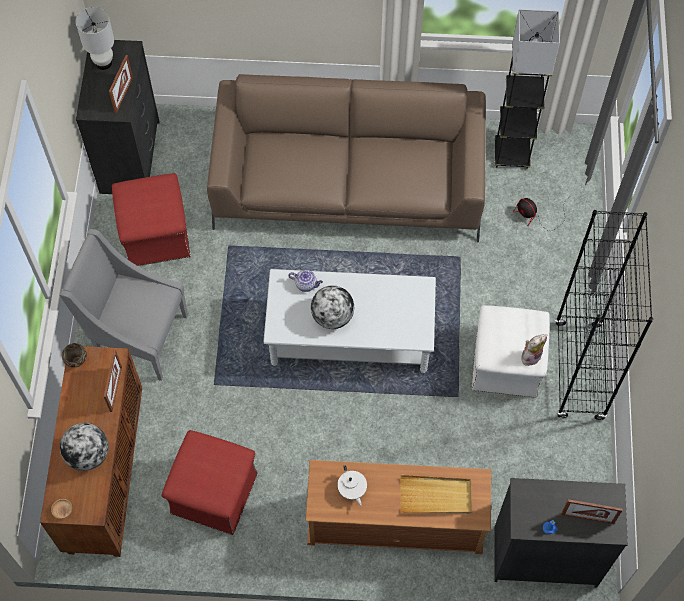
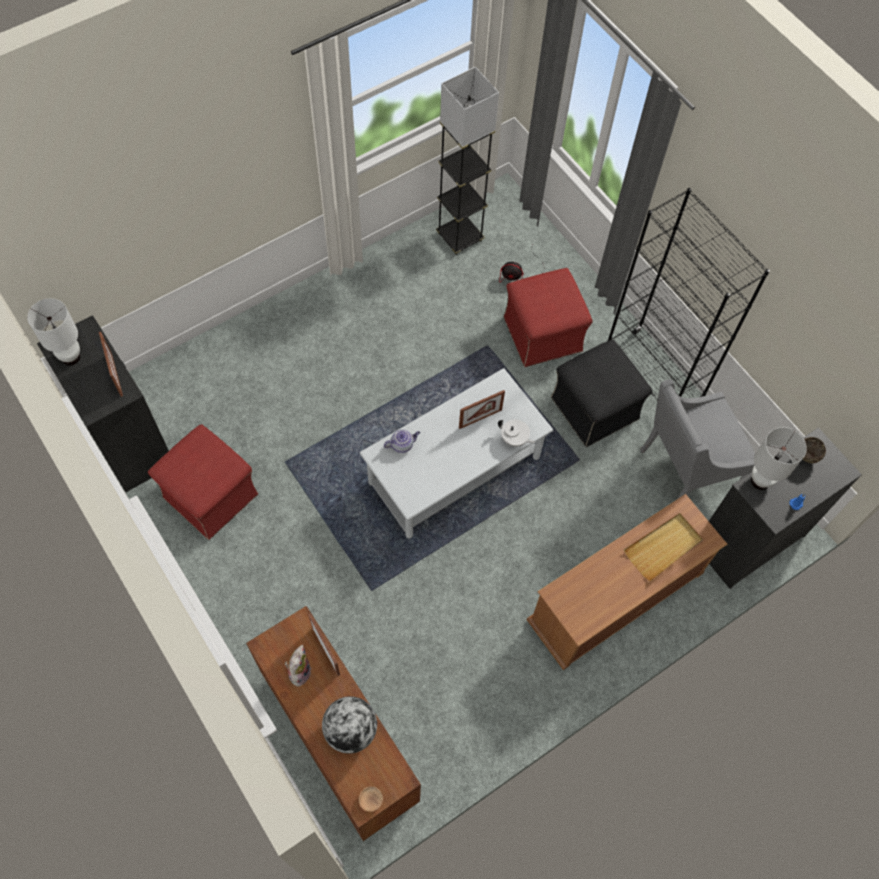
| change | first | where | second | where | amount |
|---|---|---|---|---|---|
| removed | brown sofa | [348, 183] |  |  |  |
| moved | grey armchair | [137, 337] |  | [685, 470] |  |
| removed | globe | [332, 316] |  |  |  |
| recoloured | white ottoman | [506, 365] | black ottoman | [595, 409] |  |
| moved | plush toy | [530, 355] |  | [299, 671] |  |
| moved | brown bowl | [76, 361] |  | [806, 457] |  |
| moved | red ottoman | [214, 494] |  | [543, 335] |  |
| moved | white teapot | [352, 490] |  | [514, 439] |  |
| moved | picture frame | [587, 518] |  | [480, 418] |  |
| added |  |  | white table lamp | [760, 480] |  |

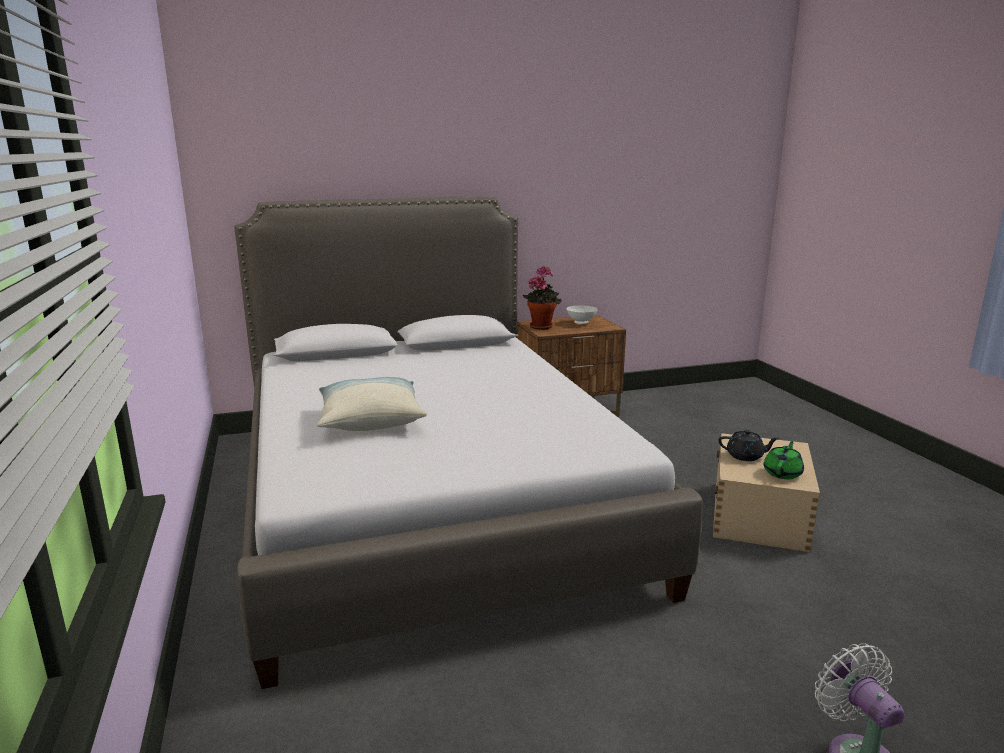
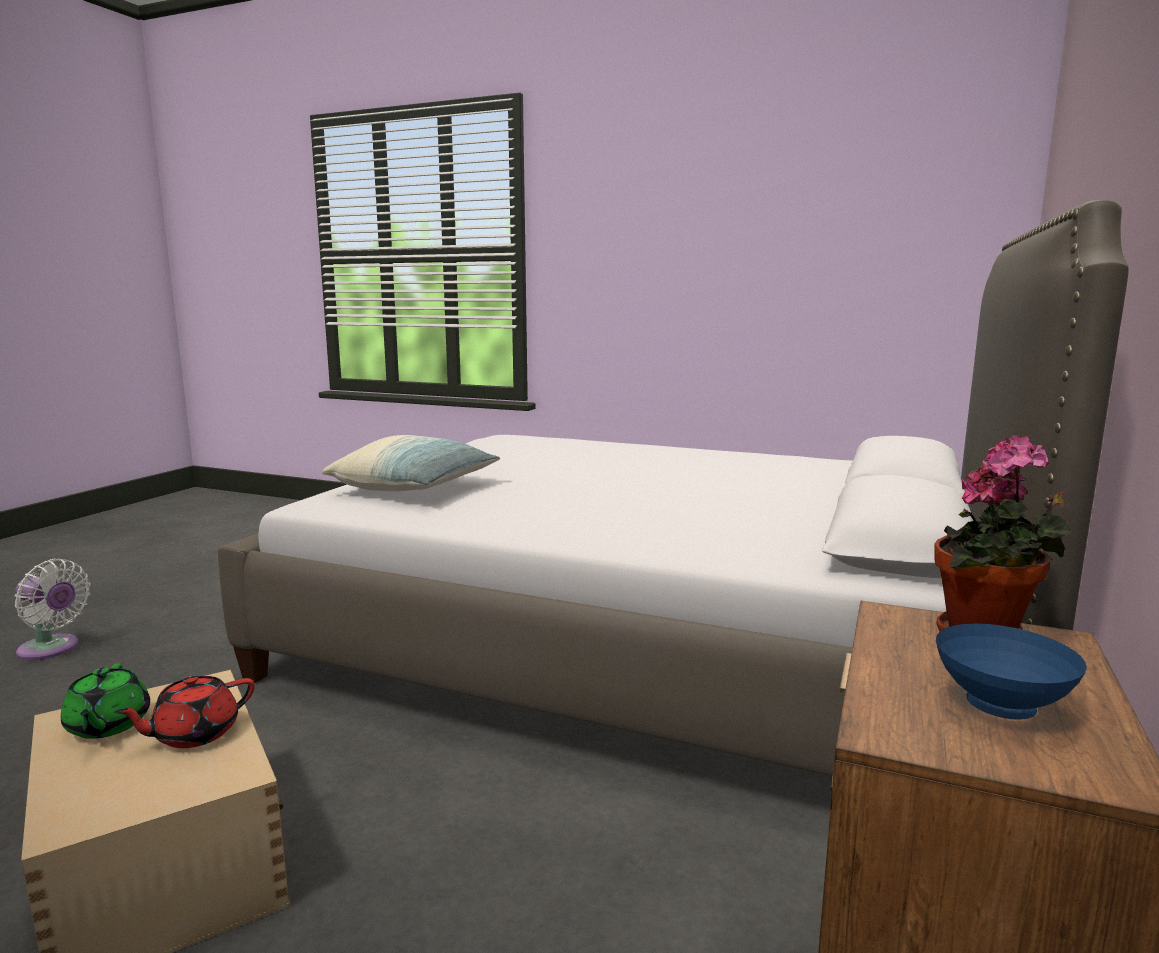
| change | first | where | second | where | amount |
|---|---|---|---|---|---|
| recoloured | white bowl | [581, 323] | blue bowl | [1003, 709] |  |
| moved | pillow | [370, 420] |  | [415, 489] |  |
| recoloured | black teapot | [745, 456] | red teapot | [194, 734] |  |

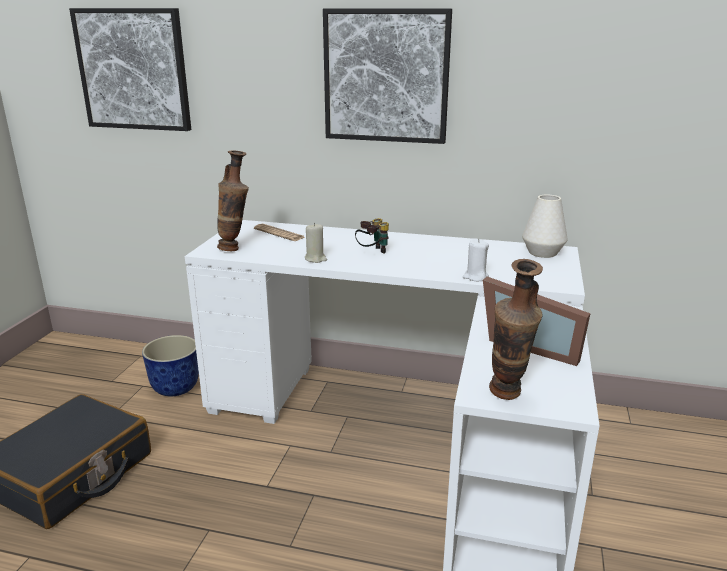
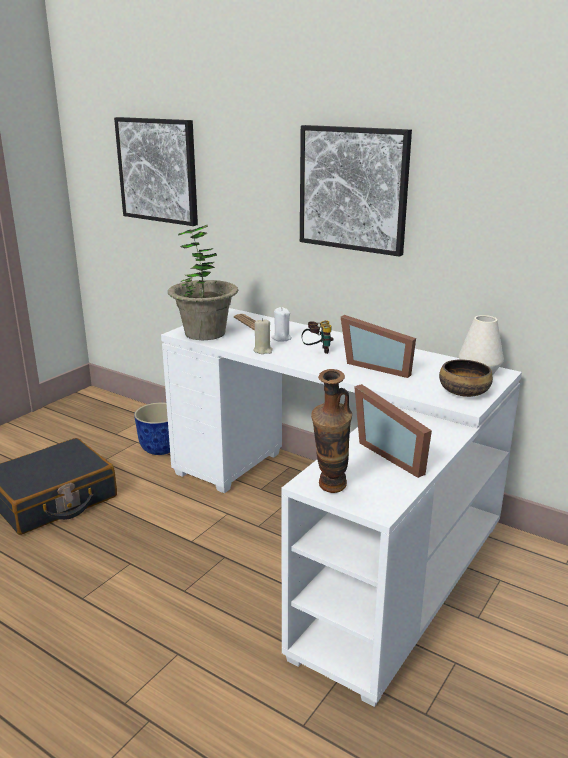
| change | first | where | second | where | amount |
|---|---|---|---|---|---|
| replaced | vase | [235, 249] | potted plant | [205, 333] |  |
| moved | white candle | [475, 277] |  | [281, 338] |  |
| added |  |  | picture frame | [378, 366] |  |
| added |  |  | bowl | [463, 391] |  |

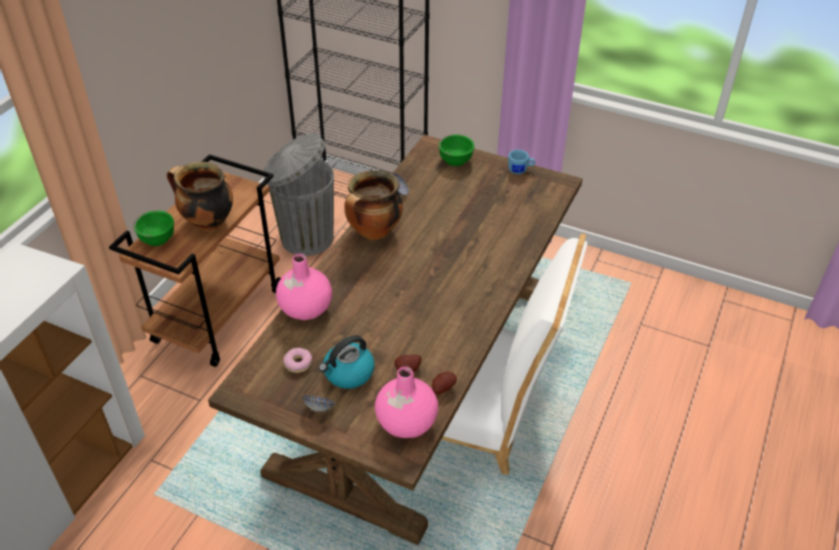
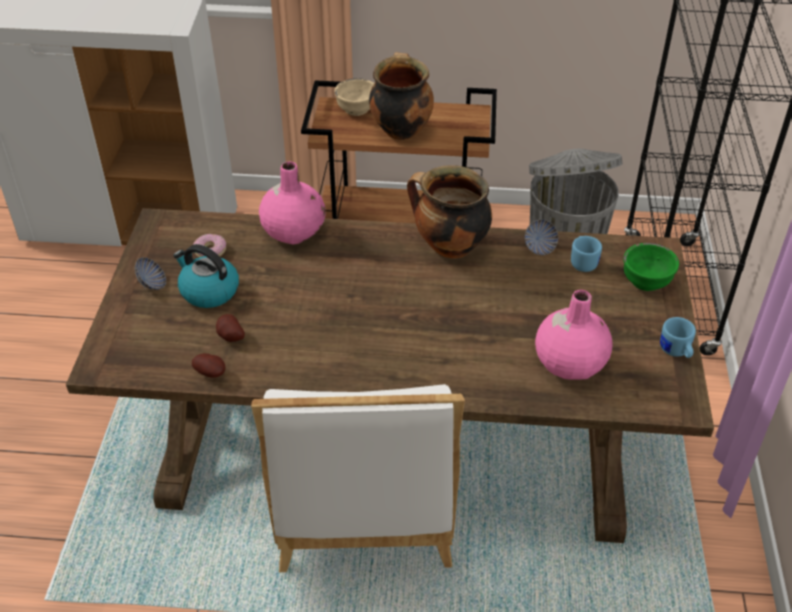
| change | first | where | second | where | amount |
|---|---|---|---|---|---|
| recoloured | green bowl | [157, 238] | beige bowl | [357, 109] |  |
| moved | pink vase | [406, 422] |  | [569, 363] |  |
| added |  |  | blue mug | [583, 262] |  |

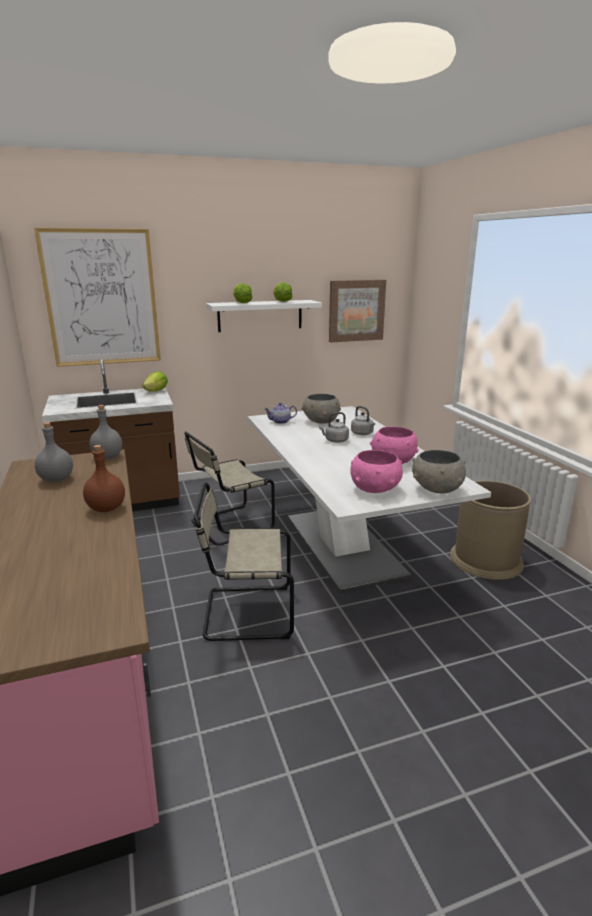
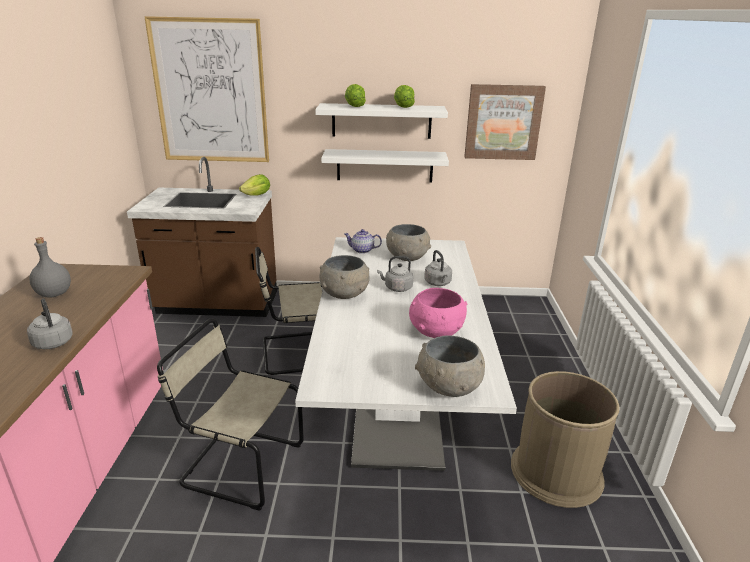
| change | first | where | second | where | amount |
|---|---|---|---|---|---|
| removed | grey bottle | [108, 457] |  |  |  |
| replaced | brown bottle | [105, 509] | grey kettle | [52, 341] |  |
| removed | pink bowl | [375, 489] |  |  |  |
| added |  |  | white shelf | [384, 165] |  |
| added |  |  | grey bowl | [344, 293] |  |

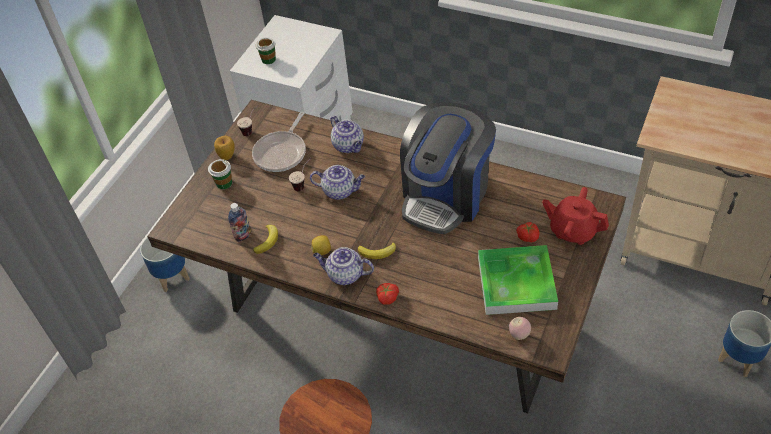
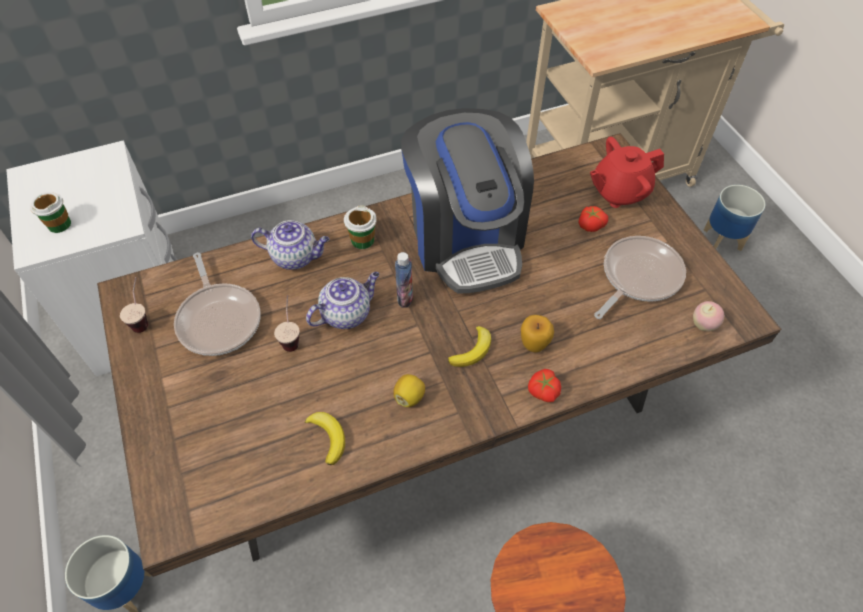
| change | first | where | second | where | amount |
|---|---|---|---|---|---|
| moved | apple | [227, 156] |  | [534, 344] |  |
| moved | cup | [224, 183] |  | [362, 240] |  |
| moved | bottle | [243, 236] |  | [405, 298] |  |
| replaced | tray | [516, 283] | frying pan | [638, 277] |  |
| removed | teapot | [344, 275] |  |  |  |

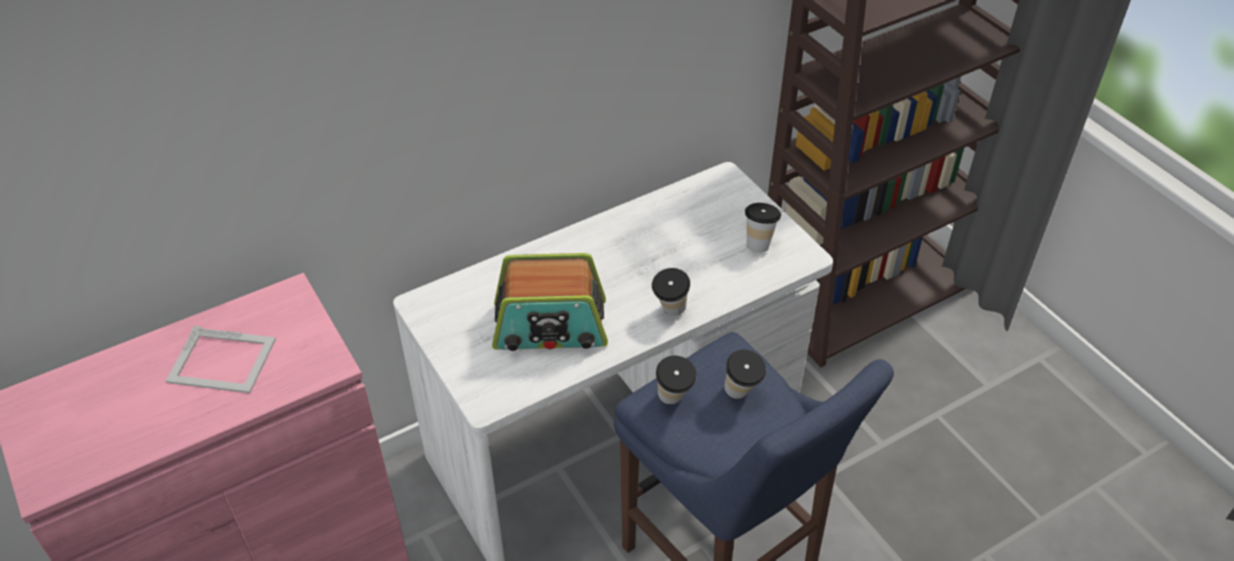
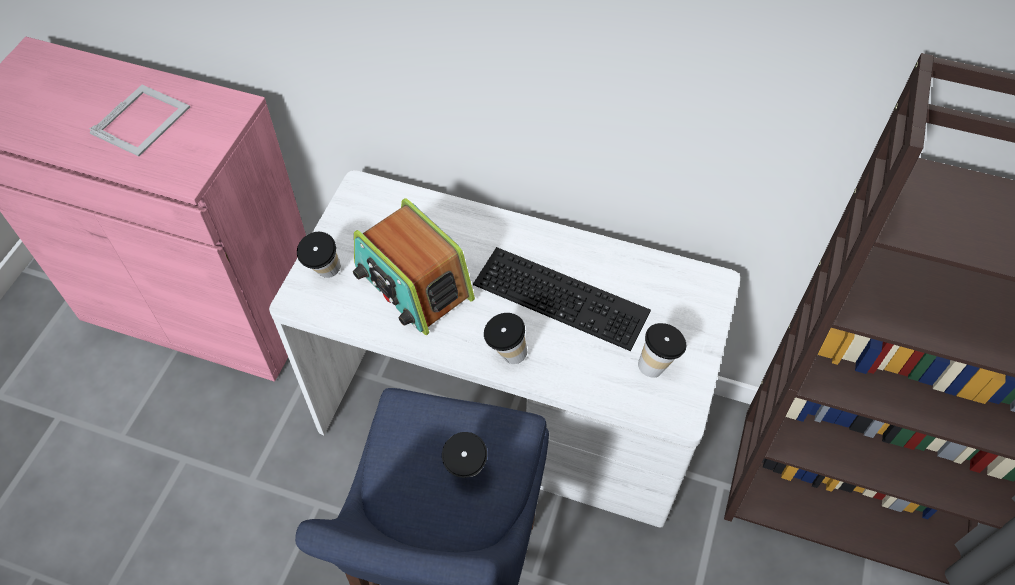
| change | first | where | second | where | amount |
|---|---|---|---|---|---|
| turned | picture frame | [222, 361] |  | [142, 119] | 120 degrees counterclockwise |
| moved | cup | [673, 401] |  | [324, 274] |  |
| added |  |  | keyboard | [564, 296] |  |

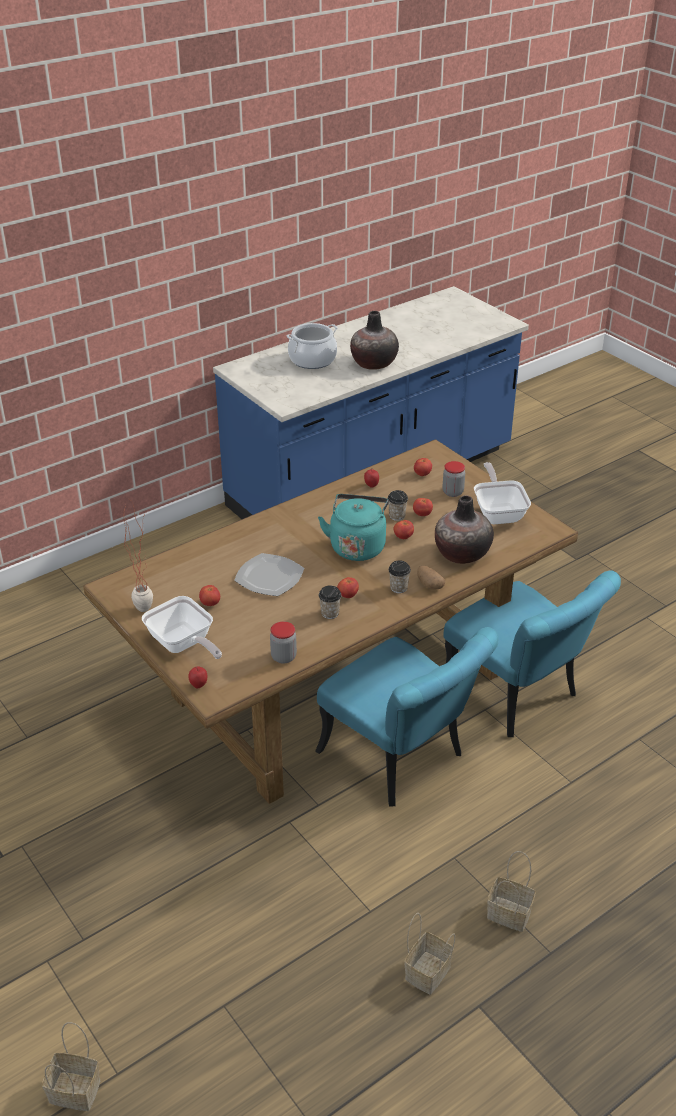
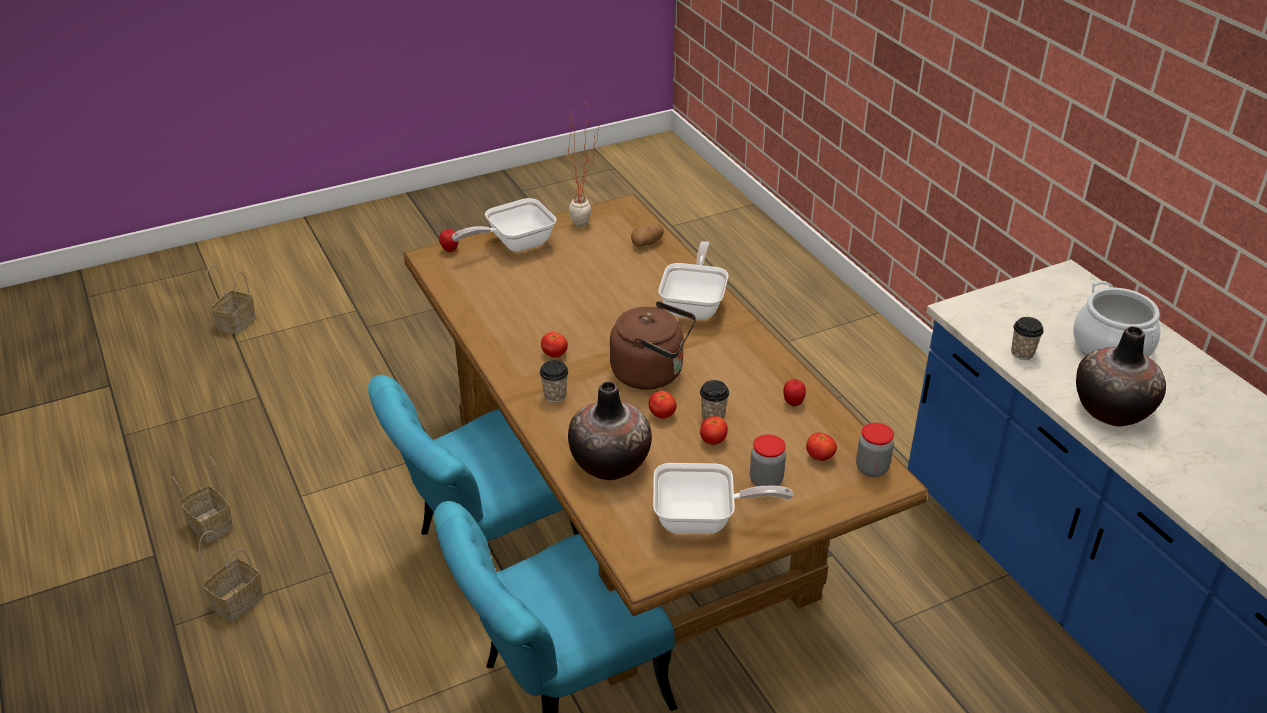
| change | first | where | second | where | amount |
|---|---|---|---|---|---|
| recoloured | turquoise kettle | [357, 546] | brown kettle | [652, 373] |  |
| removed | plate | [269, 576] |  |  |  |
| moved | potato | [429, 585] |  | [647, 243] |  |
| removed | tomato | [210, 603] |  |  |  |
| moved | cup | [330, 613] |  | [1022, 353] |  |
| moved | jar | [283, 657] |  | [872, 468] |  |
| added |  |  | frying pan | [695, 304] |  |

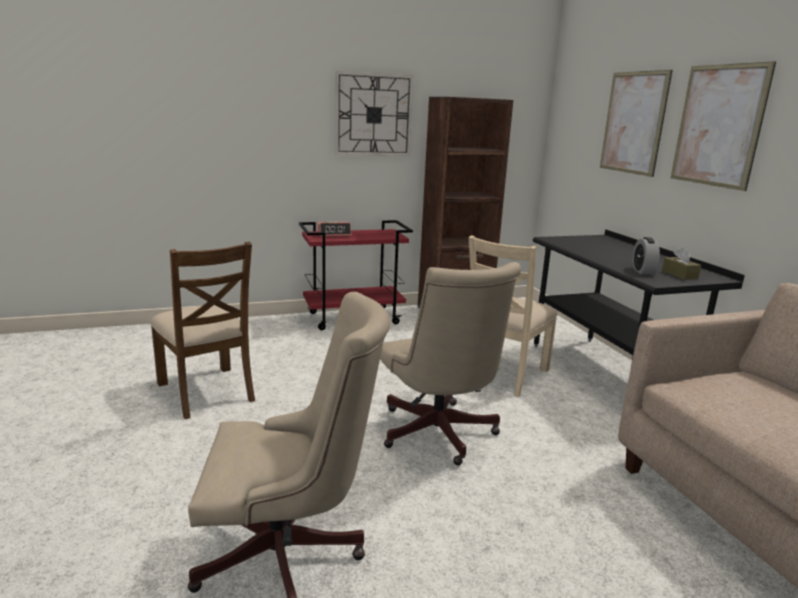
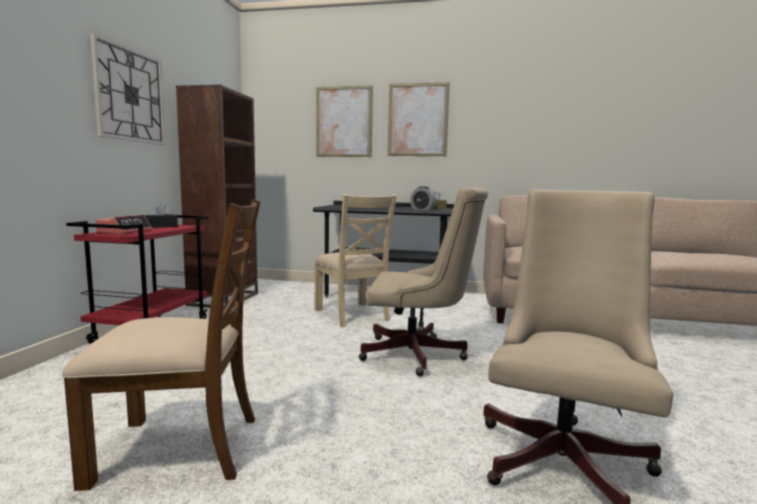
| change | first | where | second | where | amount |
|---|---|---|---|---|---|
| added |  |  | black tissue box | [162, 226] |  |

